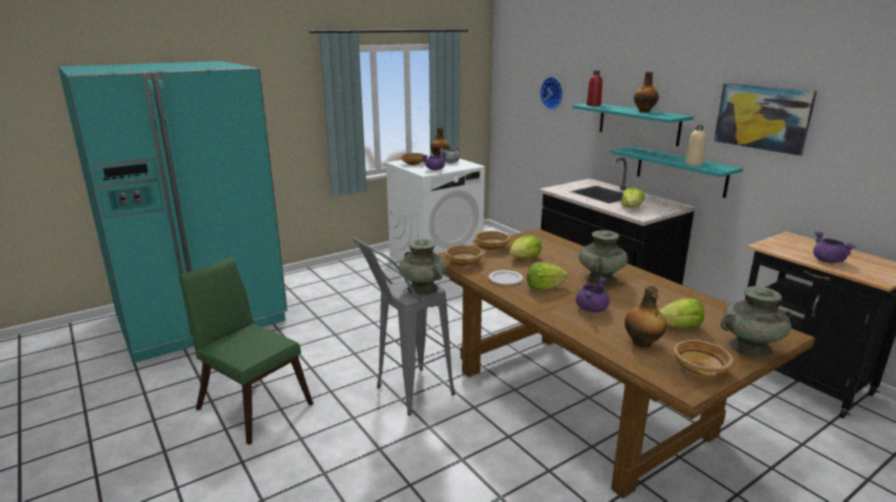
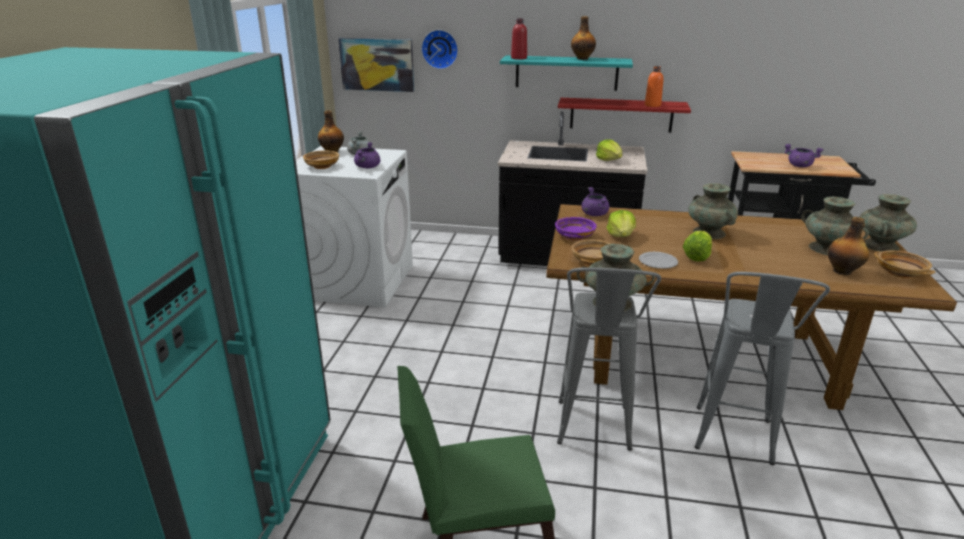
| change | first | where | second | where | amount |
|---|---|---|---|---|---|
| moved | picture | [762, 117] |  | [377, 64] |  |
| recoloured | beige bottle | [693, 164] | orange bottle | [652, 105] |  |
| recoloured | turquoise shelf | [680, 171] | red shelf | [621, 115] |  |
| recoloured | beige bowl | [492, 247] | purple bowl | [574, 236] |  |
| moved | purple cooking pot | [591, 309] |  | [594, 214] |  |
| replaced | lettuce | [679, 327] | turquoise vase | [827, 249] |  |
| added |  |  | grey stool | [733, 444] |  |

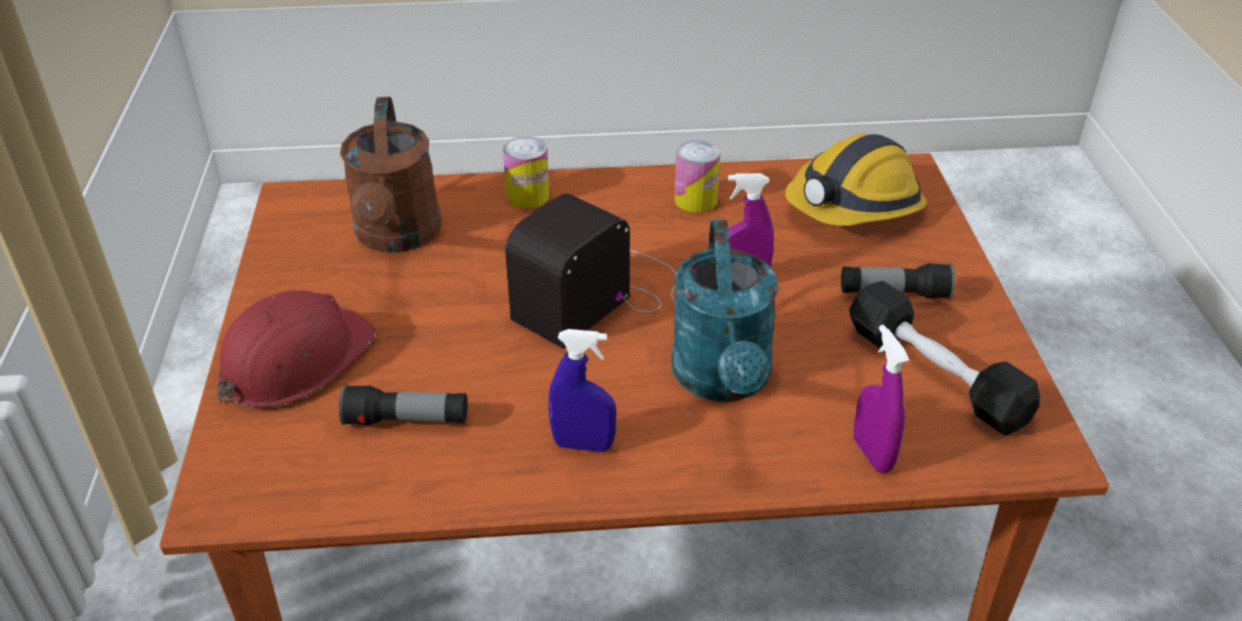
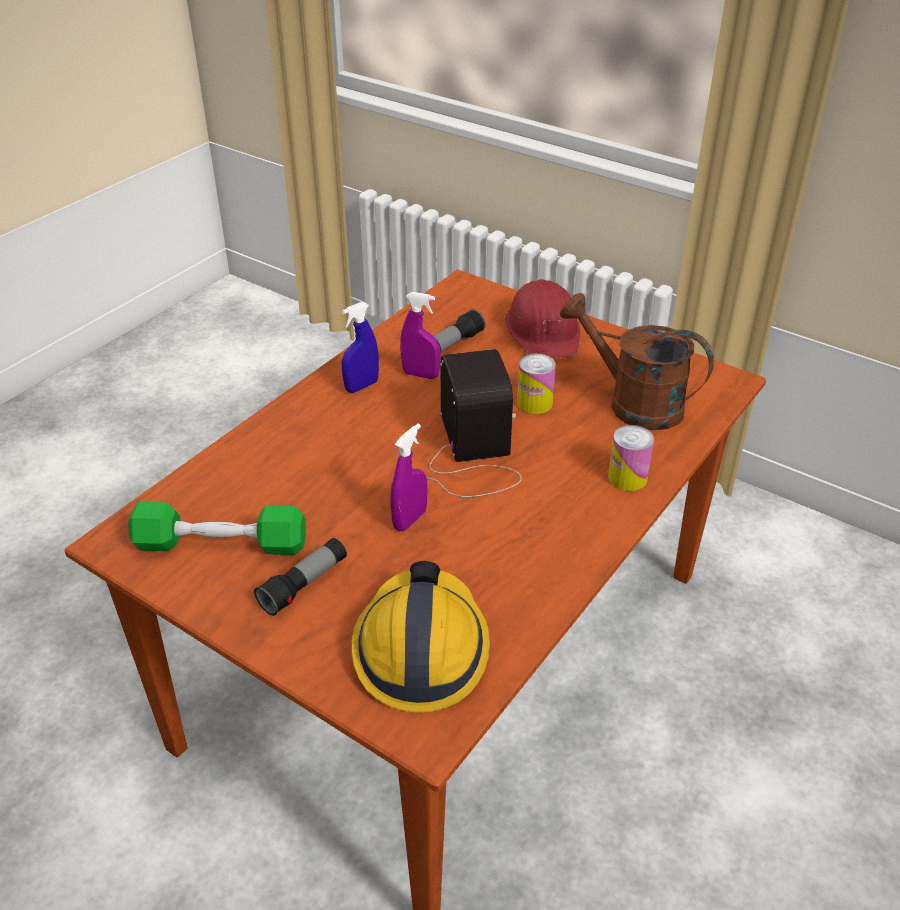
| change | first | where | second | where | amount |
|---|---|---|---|---|---|
| moved | can | [695, 200] |  | [534, 403] |  |
| removed | turquoise watering can | [724, 381] |  |  |  |
| recoloured | black dumbbell | [935, 374] | green dumbbell | [220, 544] |  |
| moved | purple spray bottle | [872, 454] |  | [420, 374] |  |

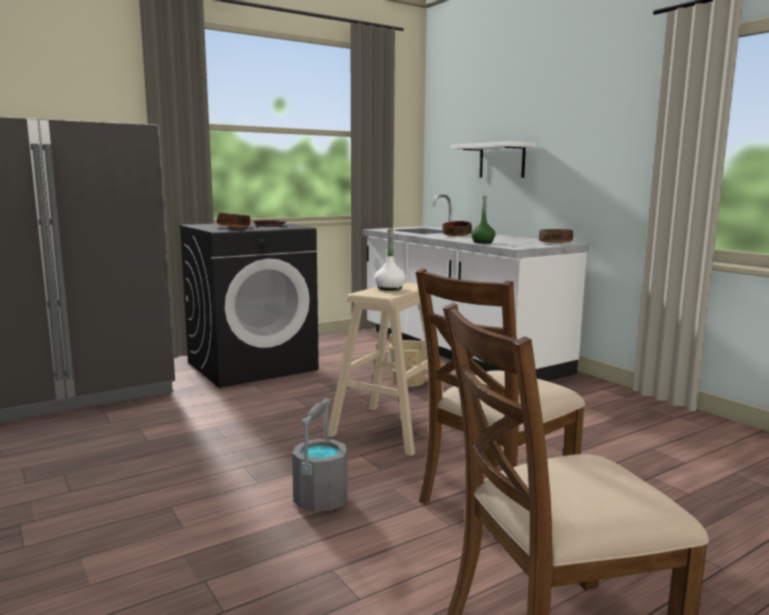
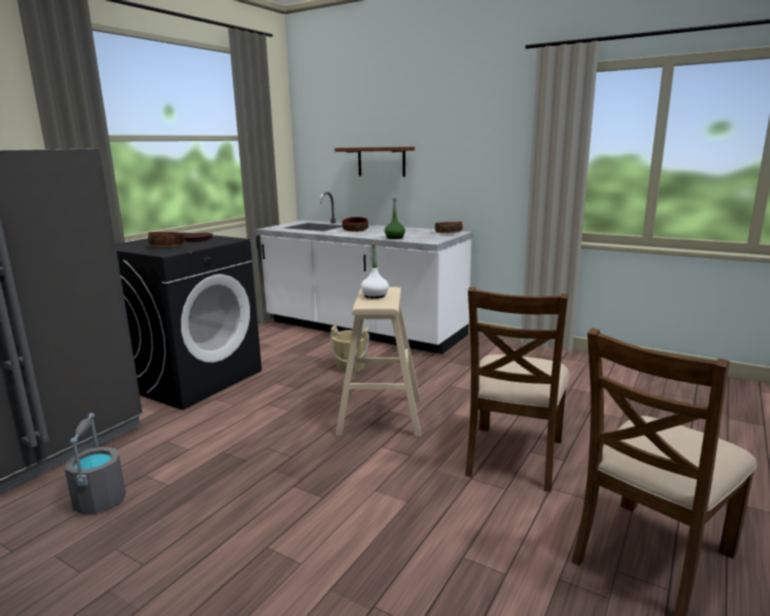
| change | first | where | second | where | amount |
|---|---|---|---|---|---|
| recoloured | white shelf | [502, 161] | brown shelf | [381, 161] |  |
| moved | grey bucket | [320, 499] |  | [100, 500] |  |

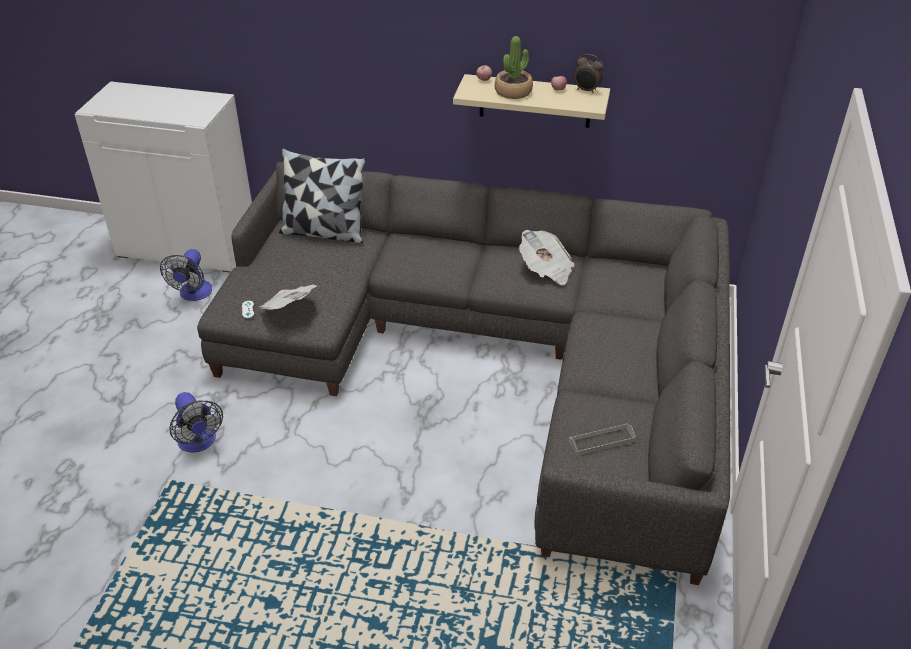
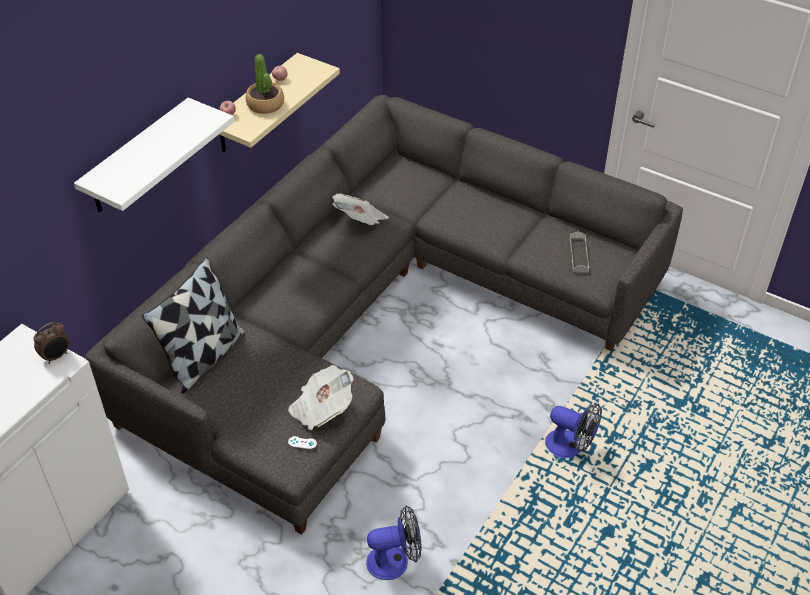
| change | first | where | second | where | amount |
|---|---|---|---|---|---|
| moved | alarm clock | [586, 90] |  | [56, 356] |  |
| moved | fan | [193, 294] |  | [570, 447] |  |
| added |  |  | white shelf | [137, 158] |  |

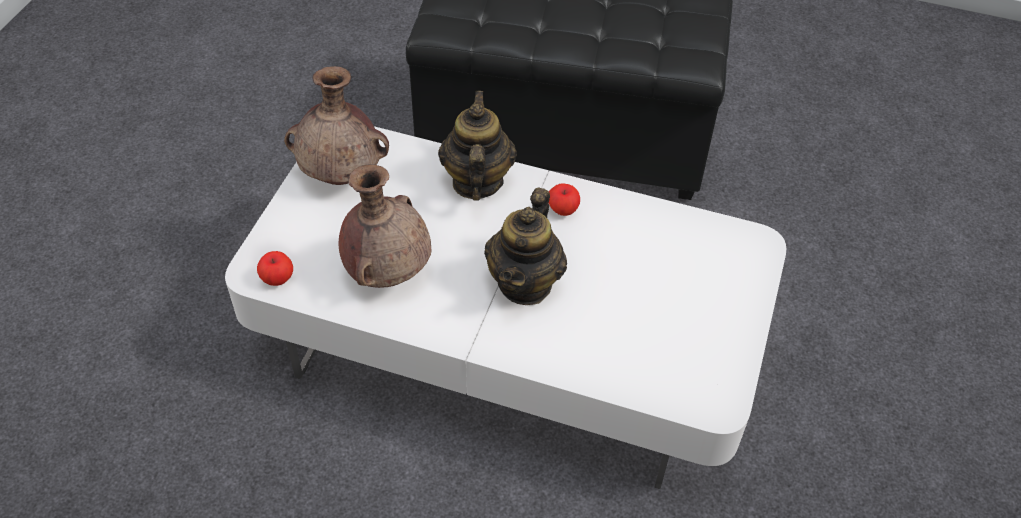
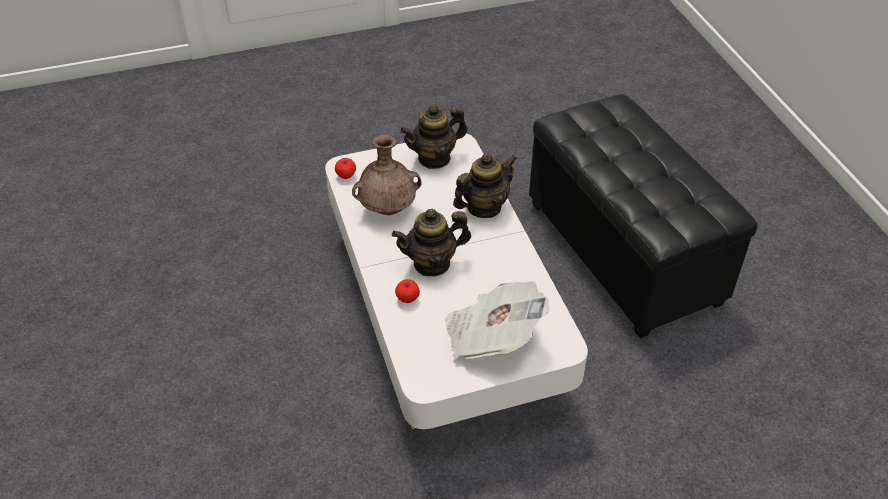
| change | first | where | second | where | amount |
|---|---|---|---|---|---|
| replaced | brown vase | [342, 175] | teapot | [434, 158] |  |
| moved | apple | [562, 210] |  | [407, 298] |  |
| added |  |  | newspaper | [492, 336] |  |

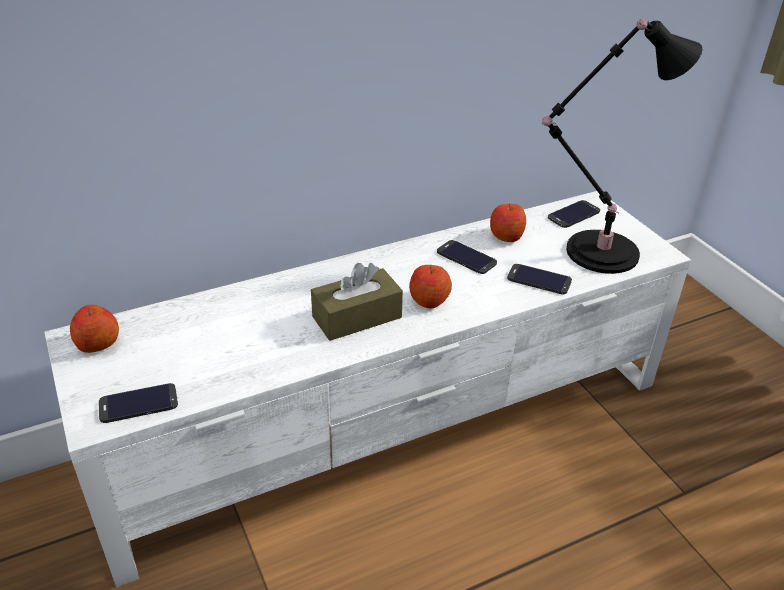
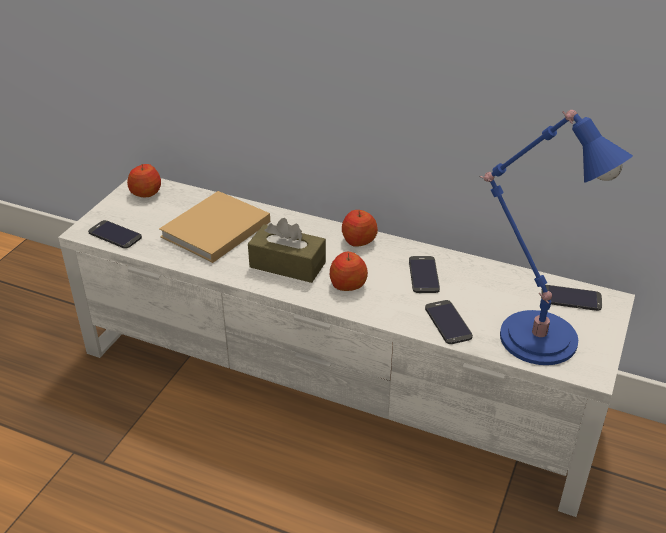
| change | first | where | second | where | amount |
|---|---|---|---|---|---|
| recoloured | black table lamp | [595, 252] | blue table lamp | [532, 334] |  |
| moved | apple | [506, 236] |  | [358, 240] |  |
| added |  |  | beige book | [213, 230] |  |

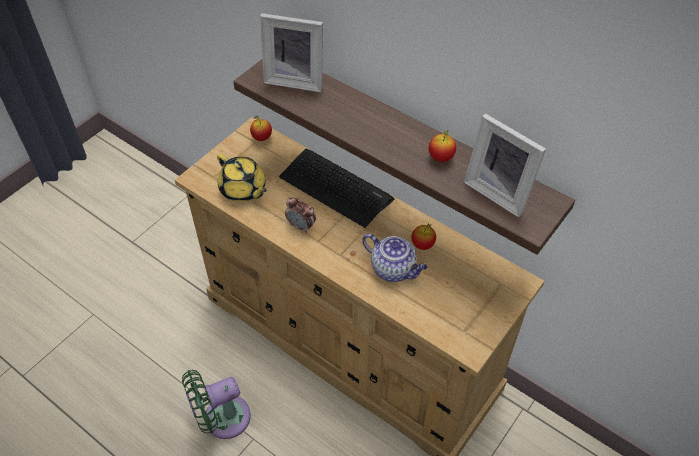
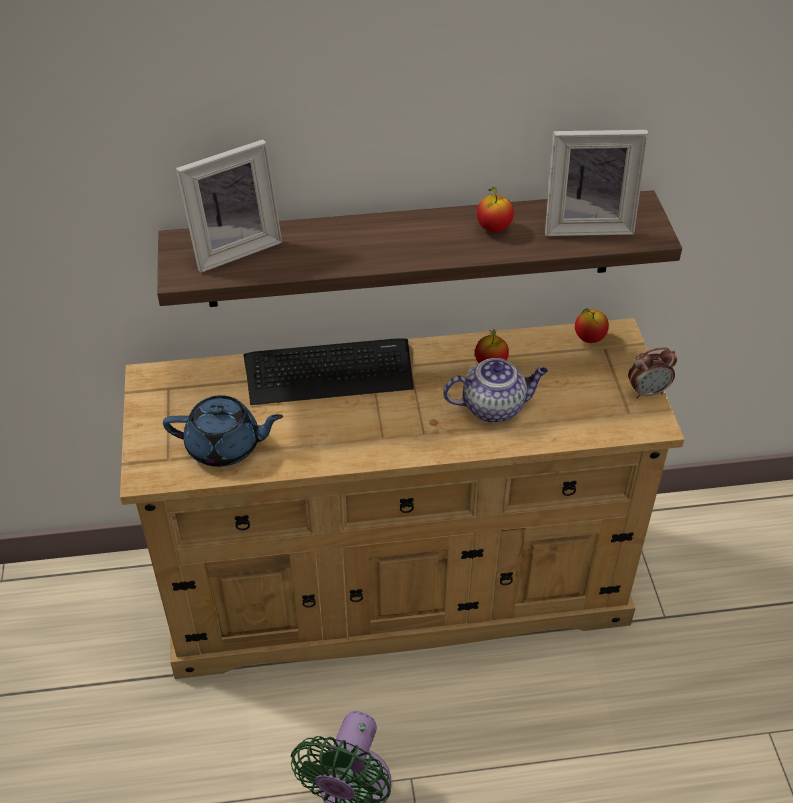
| change | first | where | second | where | amount |
|---|---|---|---|---|---|
| moved | apple | [261, 138] |  | [589, 338] |  |
| recoloured | yellow teapot | [243, 189] | blue teapot | [225, 446] |  |
| moved | alarm clock | [301, 226] |  | [647, 392] |  |

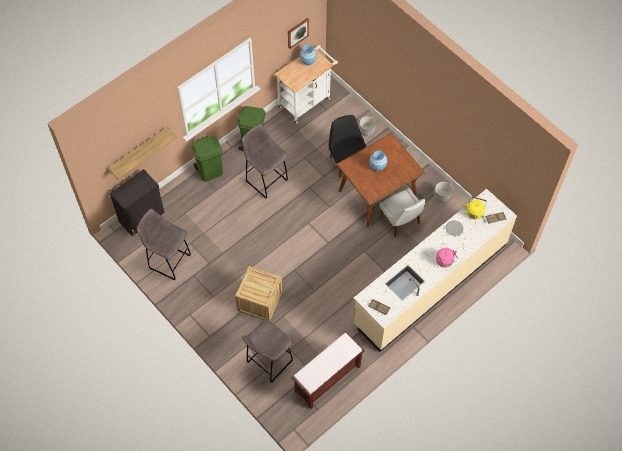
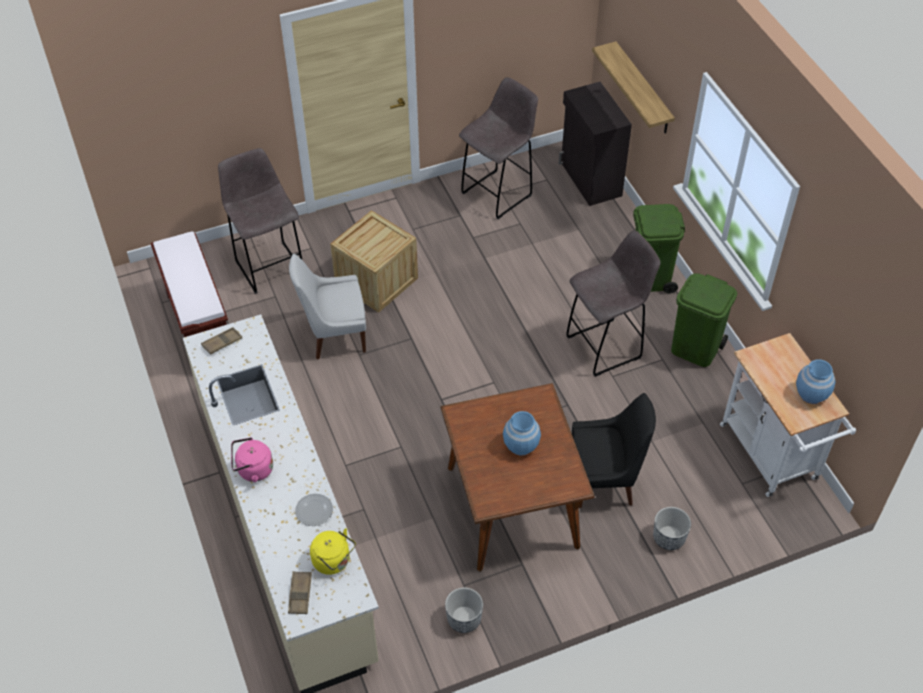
| change | first | where | second | where | amount |
|---|---|---|---|---|---|
| removed | picture | [297, 32] |  |  |  |
| moved | white chair | [400, 221] |  | [334, 335] |  |

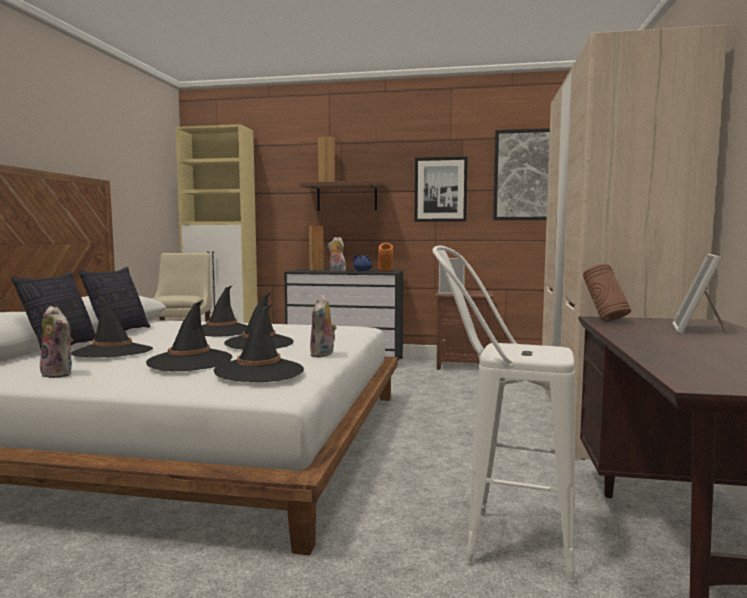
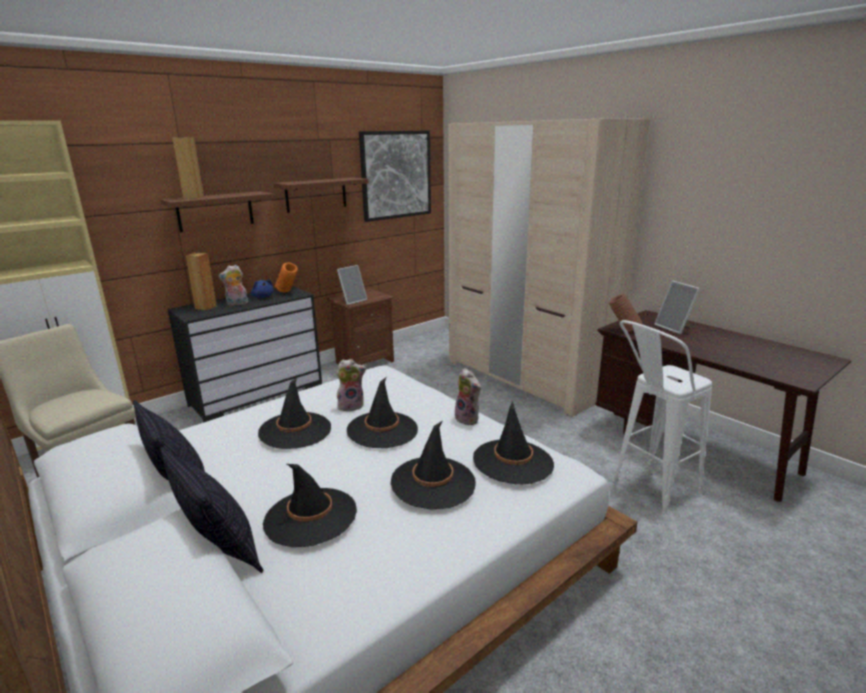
| change | first | where | second | where | amount |
|---|---|---|---|---|---|
| replaced | picture | [440, 189] | brown shelf | [316, 194] |  |
| moved | plush toy | [60, 374] |  | [351, 405] |  |

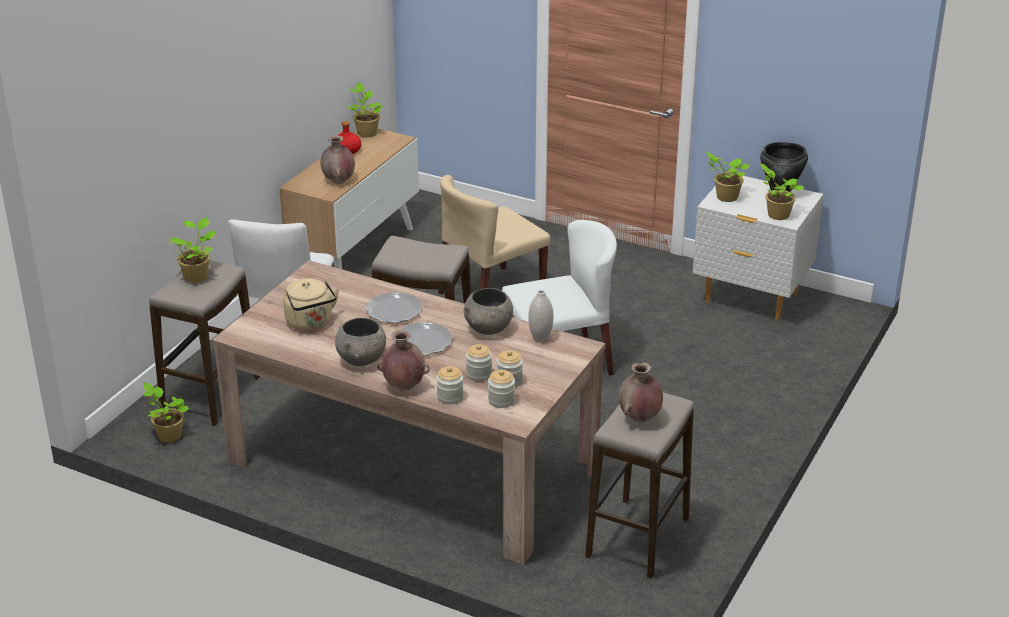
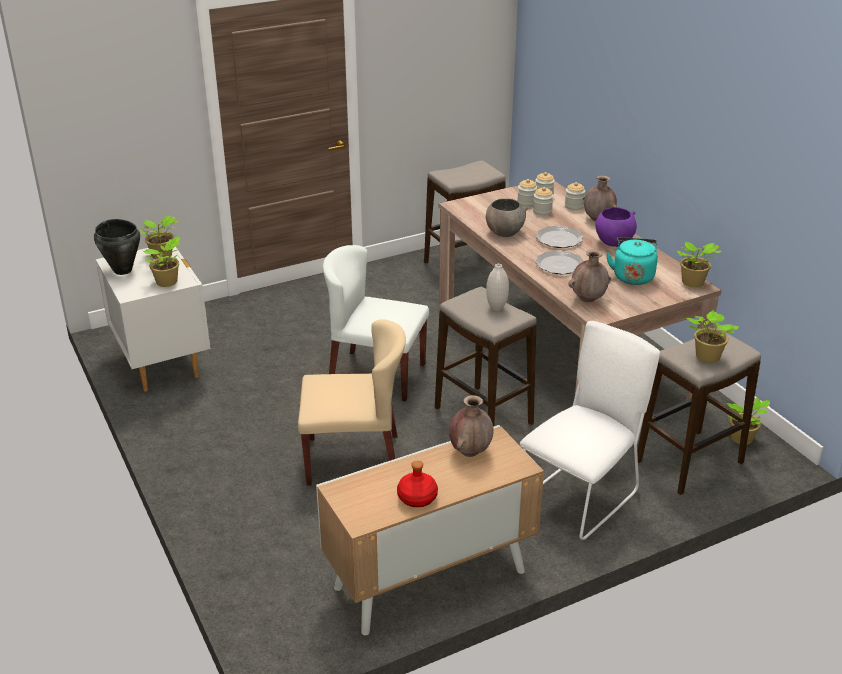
| change | first | where | second | where | amount |
|---|---|---|---|---|---|
| moved | potted plant | [366, 132] |  | [692, 283] |  |
| recoloured | beige kettle | [311, 323] | turquoise kettle | [632, 276] |  |
| moved | white vase | [540, 338] |  | [496, 308] |  |
| recoloured | grey bowl | [362, 360] | purple bowl | [613, 242] |  |
| moved | brown vase | [639, 418] |  | [588, 299] |  |

